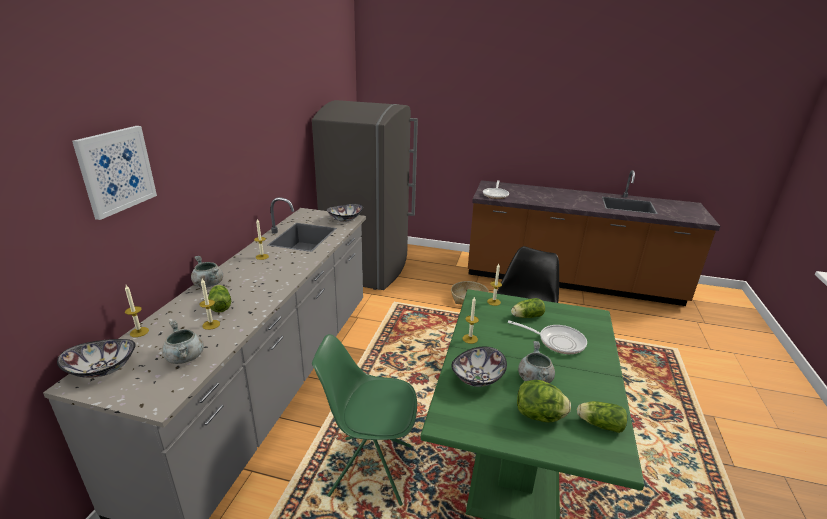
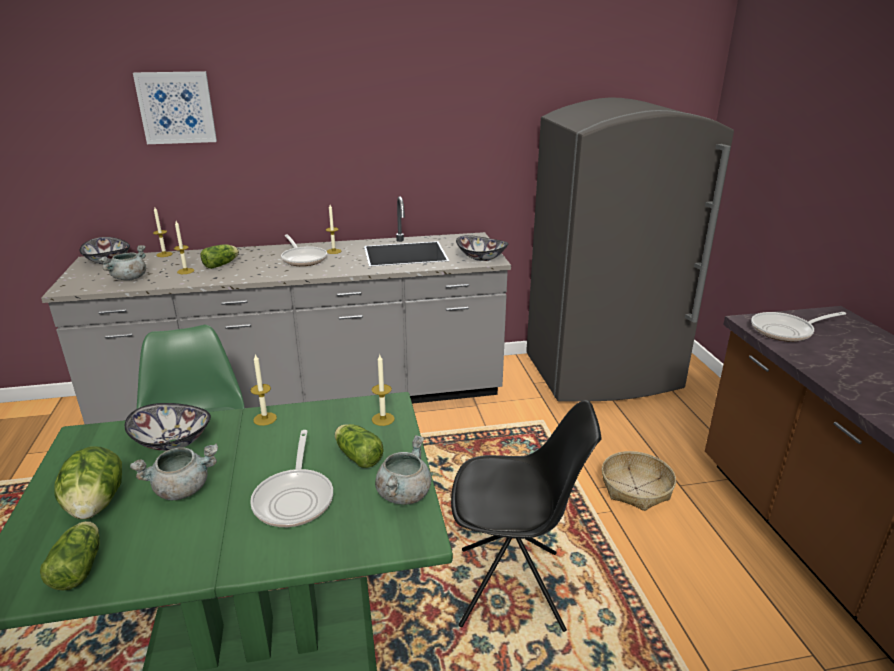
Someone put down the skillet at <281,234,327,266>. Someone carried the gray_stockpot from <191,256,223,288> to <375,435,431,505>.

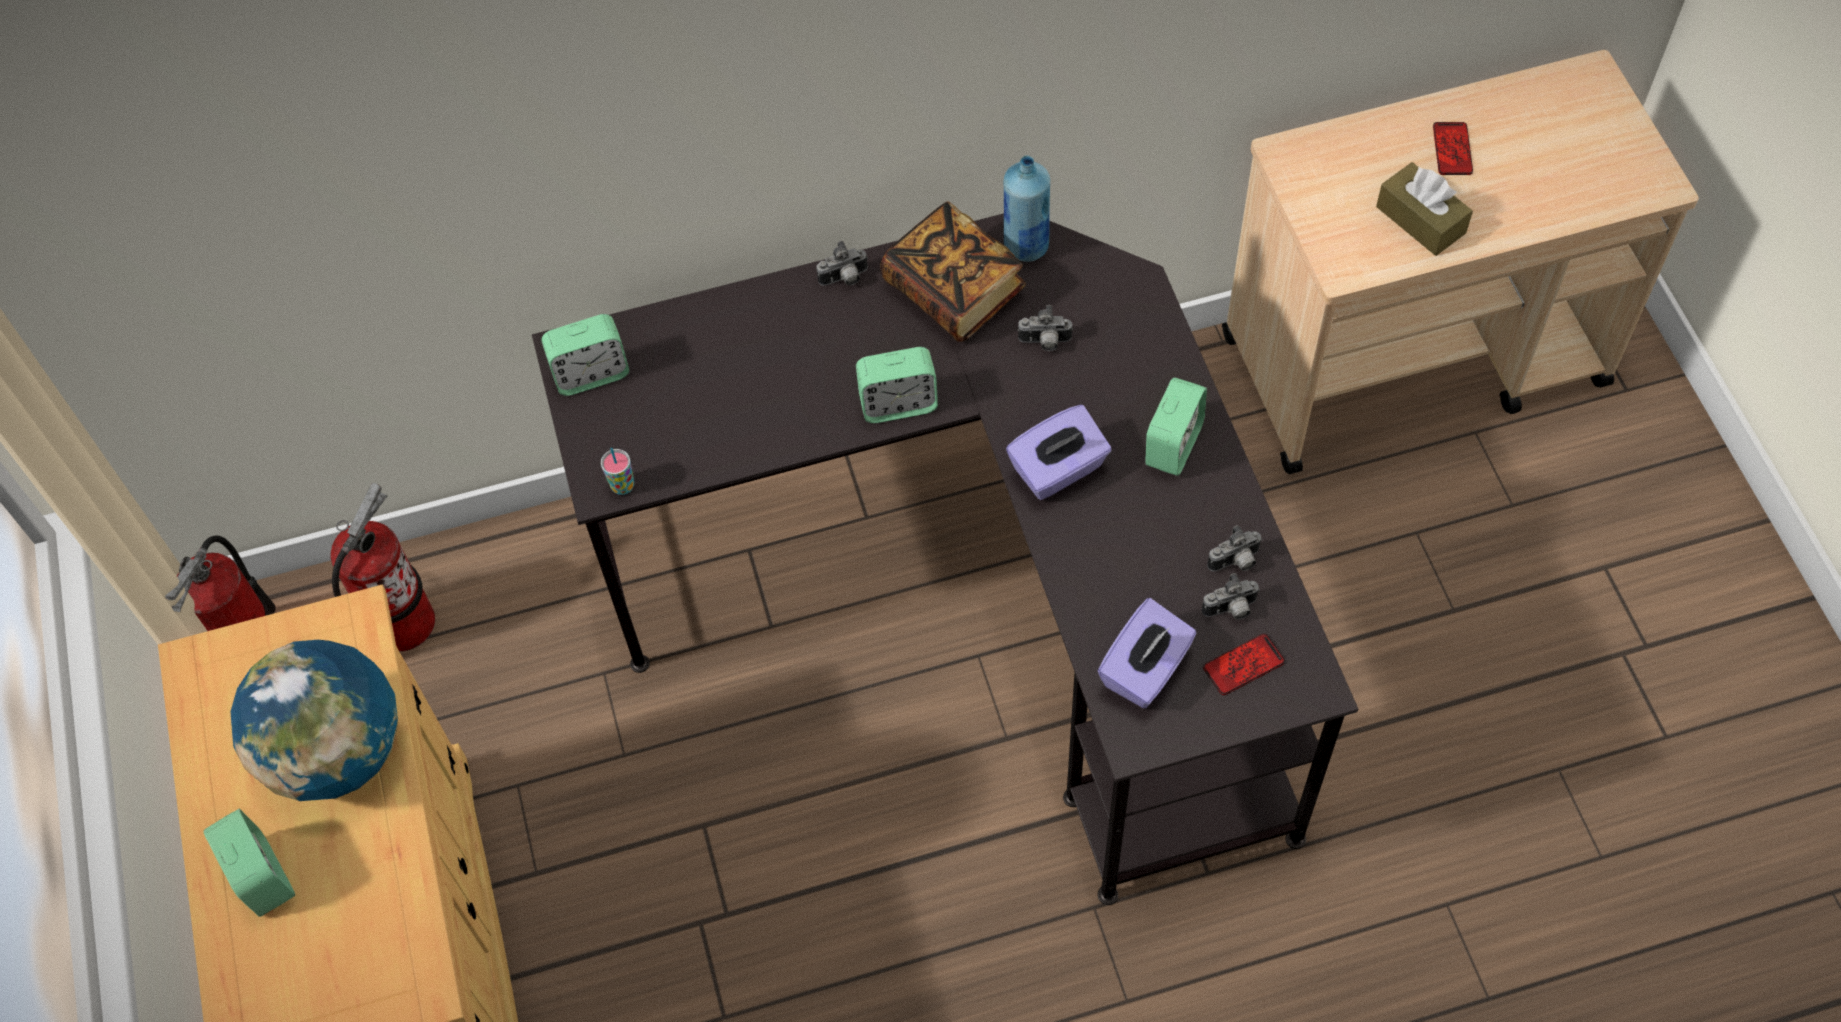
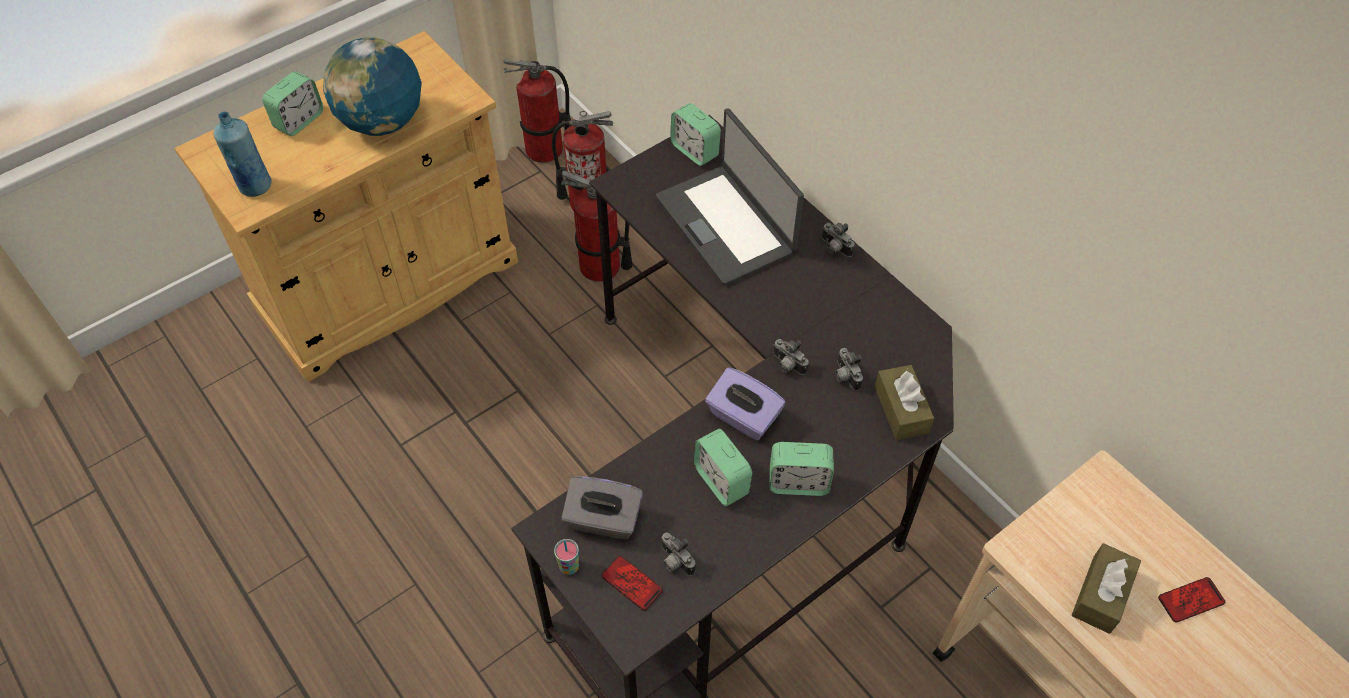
Someone took away the bound_book at <880,201,1026,342>. Someone put down the extinguisher at <561,170,632,282>. Someone put down the laptop at <656,108,804,286>. Someone put down the brownish_tissue_box at <875,365,934,440>. Someone carried the cup from <601,448,634,495> to <554,539,579,575>. Someone carried the table_clock from <856,347,938,423> to <694,429,752,506>. Someone carried the blue_beverage_bottle from <1003,155,1050,262> to <214,112,272,197>. Someone carried the photo_camera from <1207,525,1262,572> to <773,339,809,375>. Someone repainted the purplish_tissue_box at <1098,598,1197,708>, which became the gray_tissue_box at <561,476,643,539>.

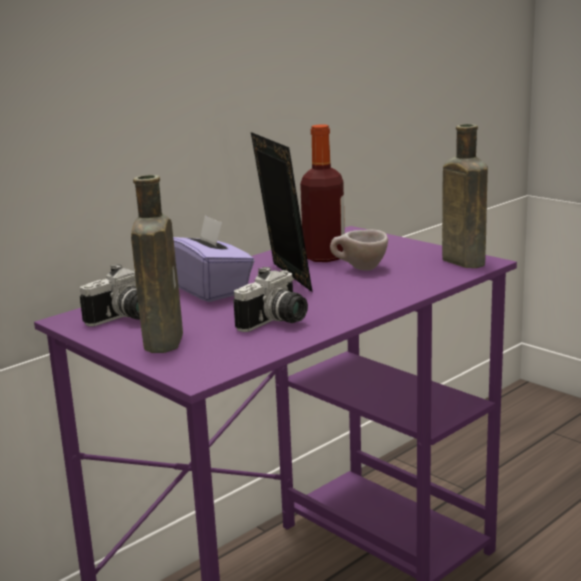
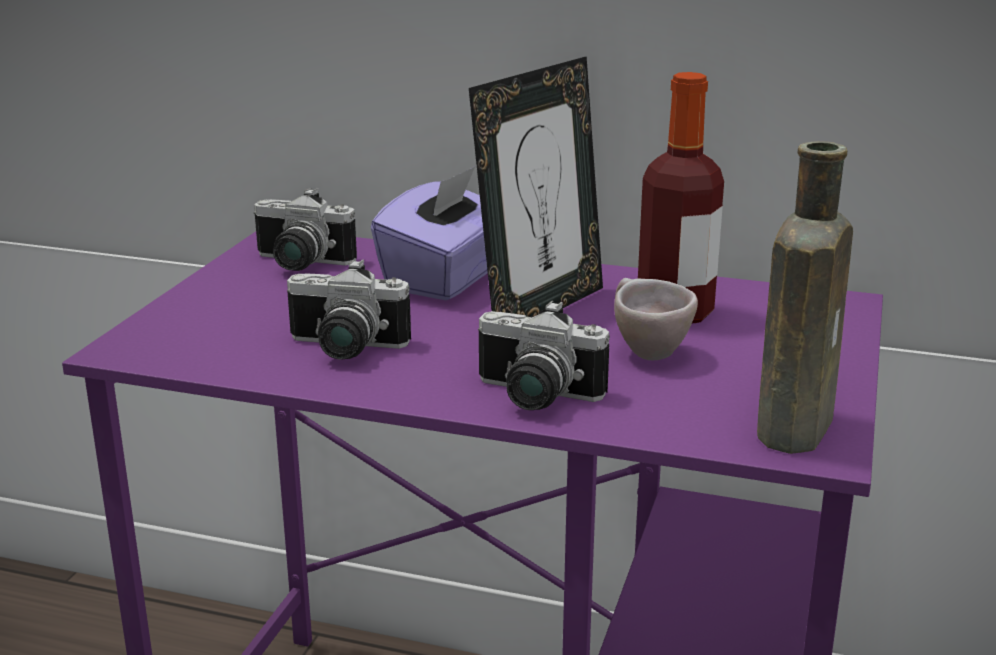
Someone took away the brownish_beverage_bottle at <131,175,183,353>. Someone put down the photo_camera at <478,301,610,410>.

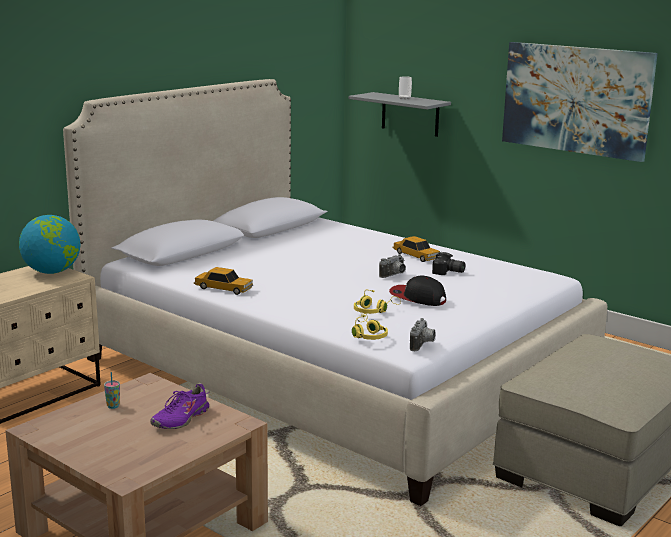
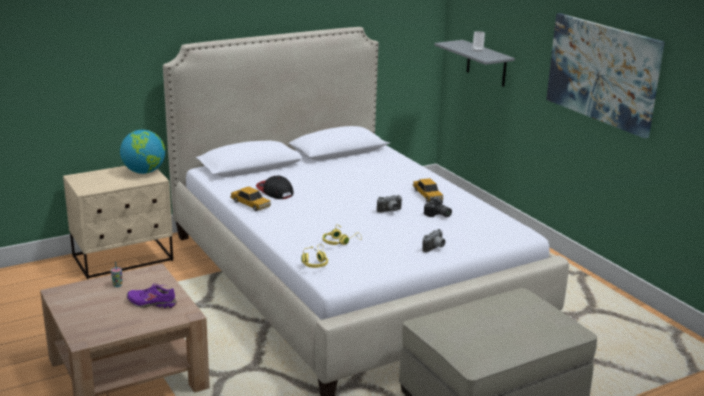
Someone carried the cap from <389,275,446,306> to <256,176,294,199>. Someone carried the photo_camera from <410,318,435,351> to <422,229,445,253>. Someone rotated the purplish_low_shoe at <150,383,209,429> by 45 degrees clockwise.

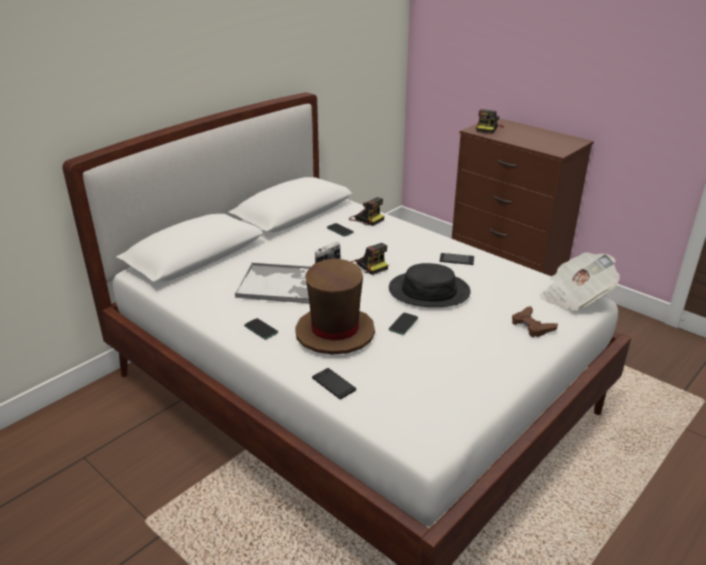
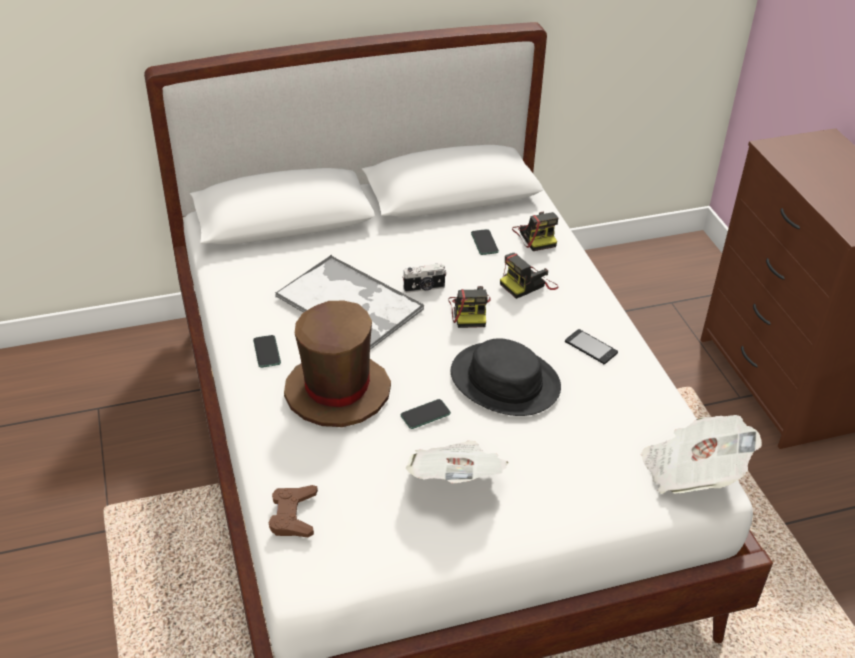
Someone took away the phone at <312,368,356,399>. Someone put down the daily_paper at <406,441,509,484>. Someone carried the photo_camera from <476,109,504,134> to <500,253,559,299>. Someone carried the brownish_joypad from <512,306,558,337> to <269,485,318,537>.

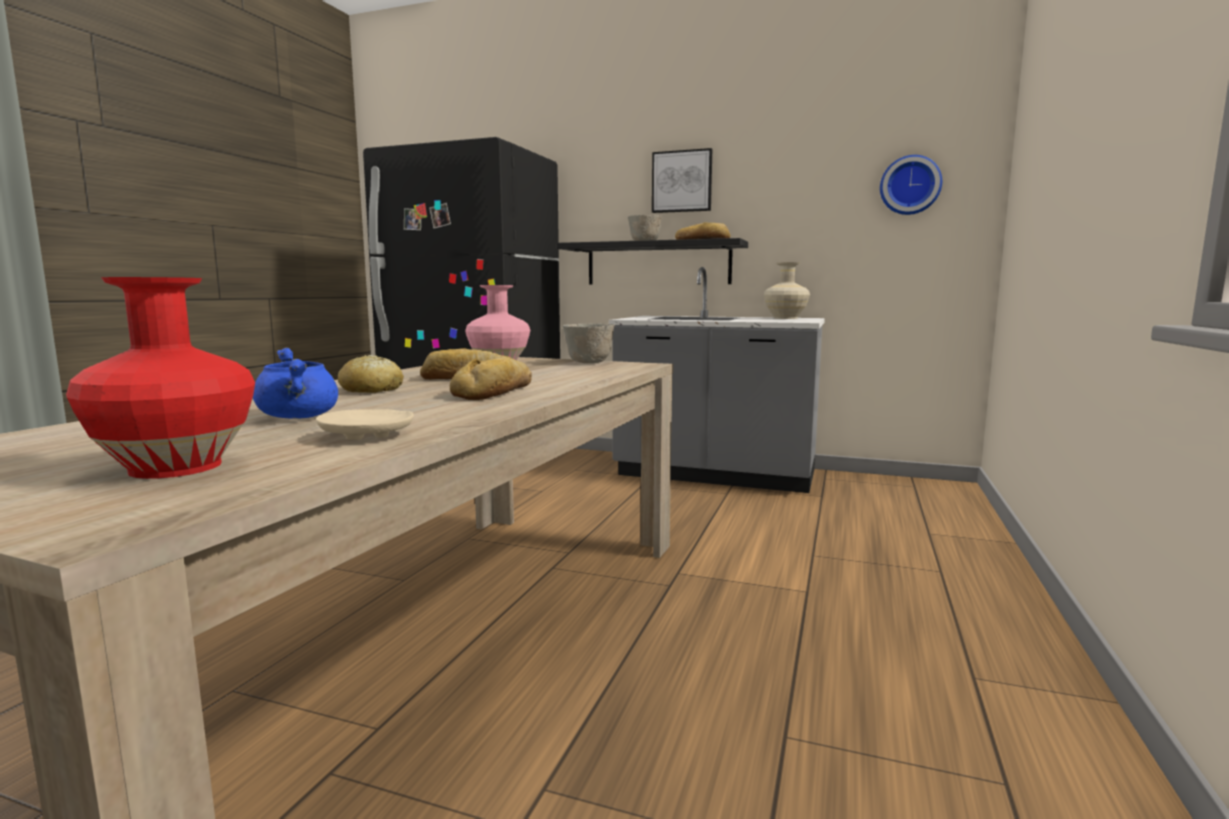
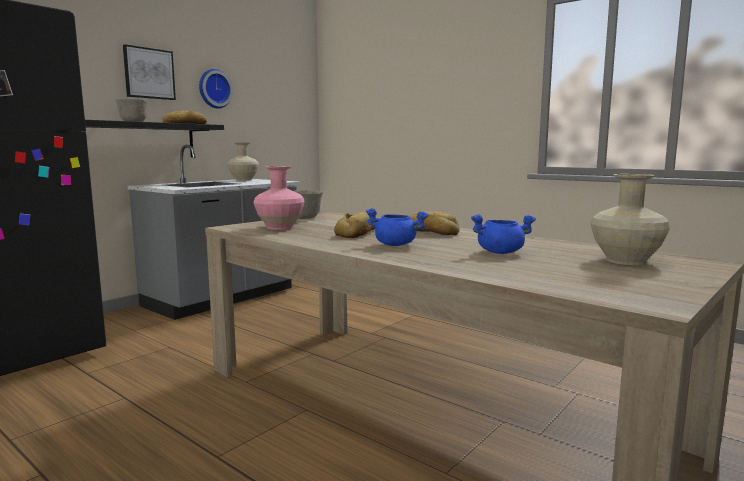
Someone took away the beige_flat_dish at <316,409,414,440>. Someone carried the wall_clock from <880,155,942,215> to <199,69,233,109>. Someone swapped the baked_bread at <338,355,404,393> for the blue_stockpot at <366,208,428,246>. Someone repainted the reddish_decorative_vase at <66,277,255,479>, which became the beige_decorative_vase at <590,174,670,265>.

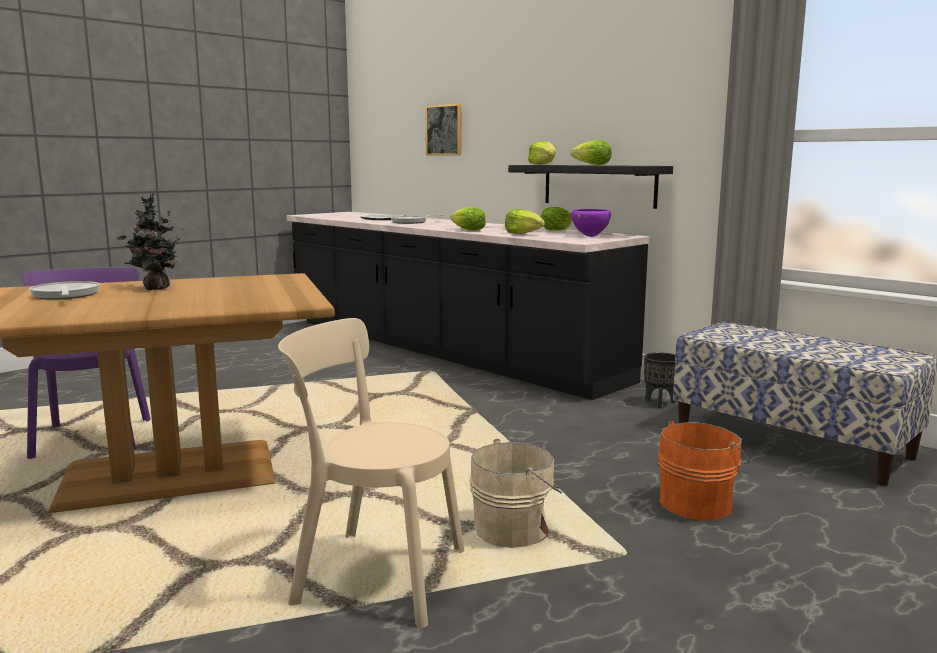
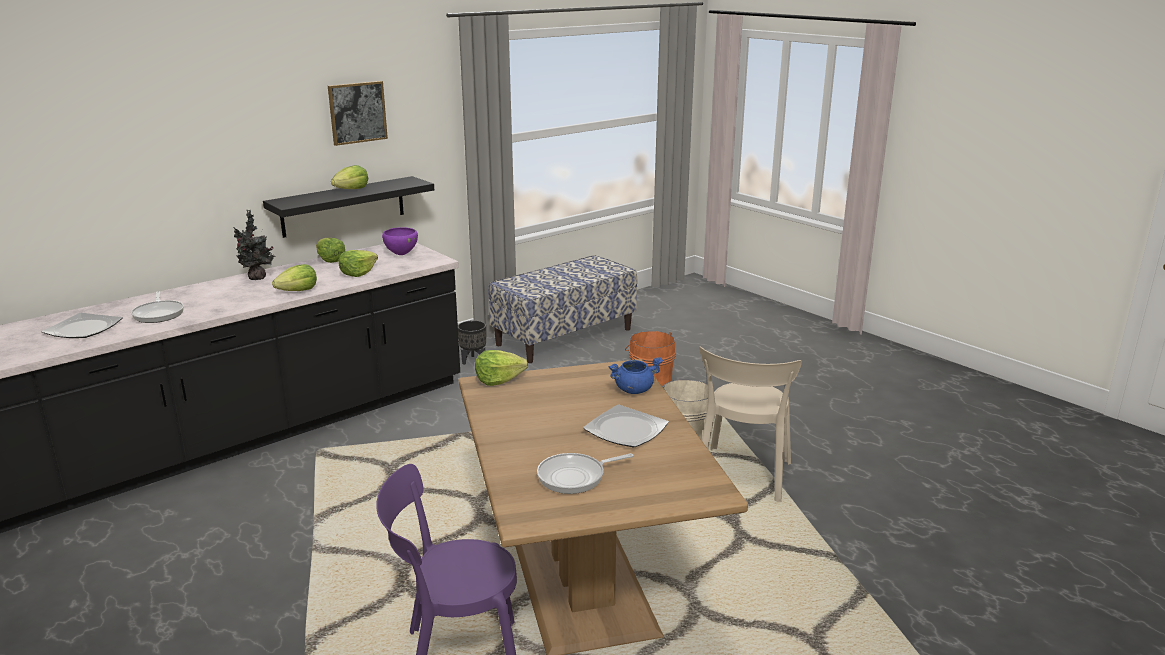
Someone put down the flat_dish at <583,405,669,447>. Someone put down the blue_stockpot at <609,358,663,394>. Someone carried the plant_in_a_pot from <117,192,180,290> to <234,210,274,280>. Someone carried the wall_picture from <425,104,461,155> to <328,81,388,146>. Someone carried the lettuce_head from <528,141,556,165> to <475,350,528,386>.

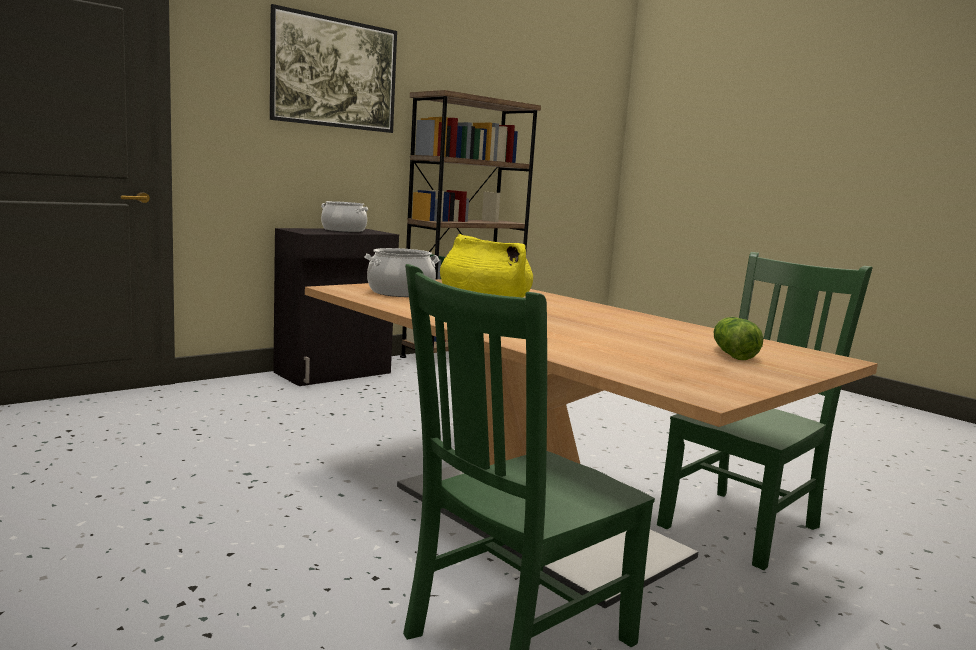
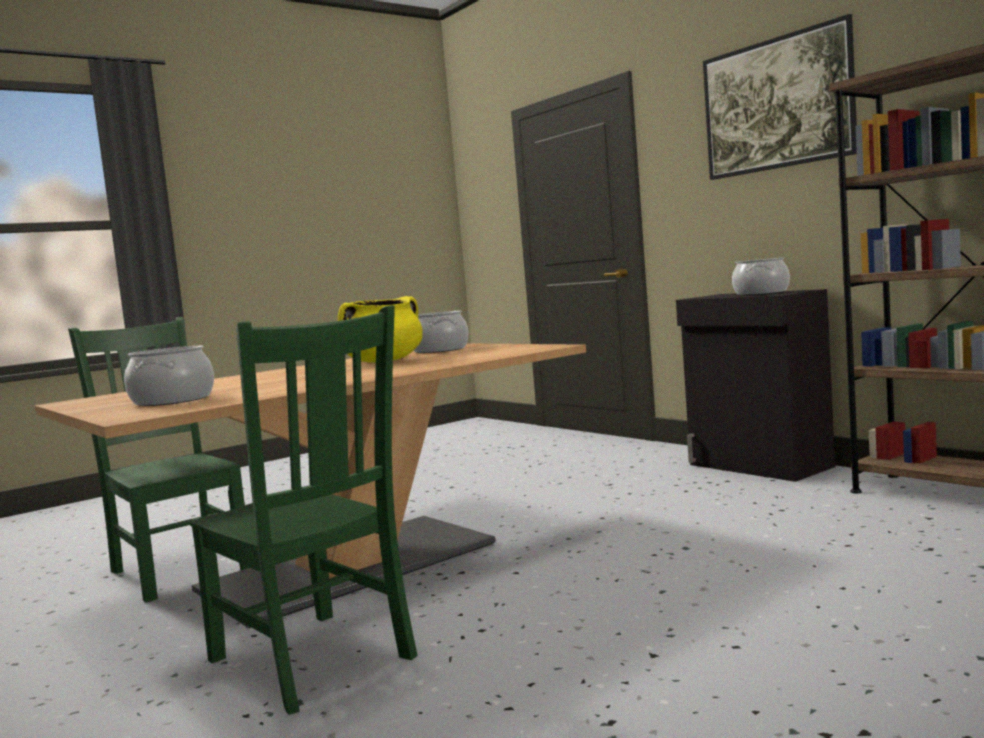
Someone swapped the lettuce_head at <713,317,764,360> for the stockpot at <124,346,214,406>.

